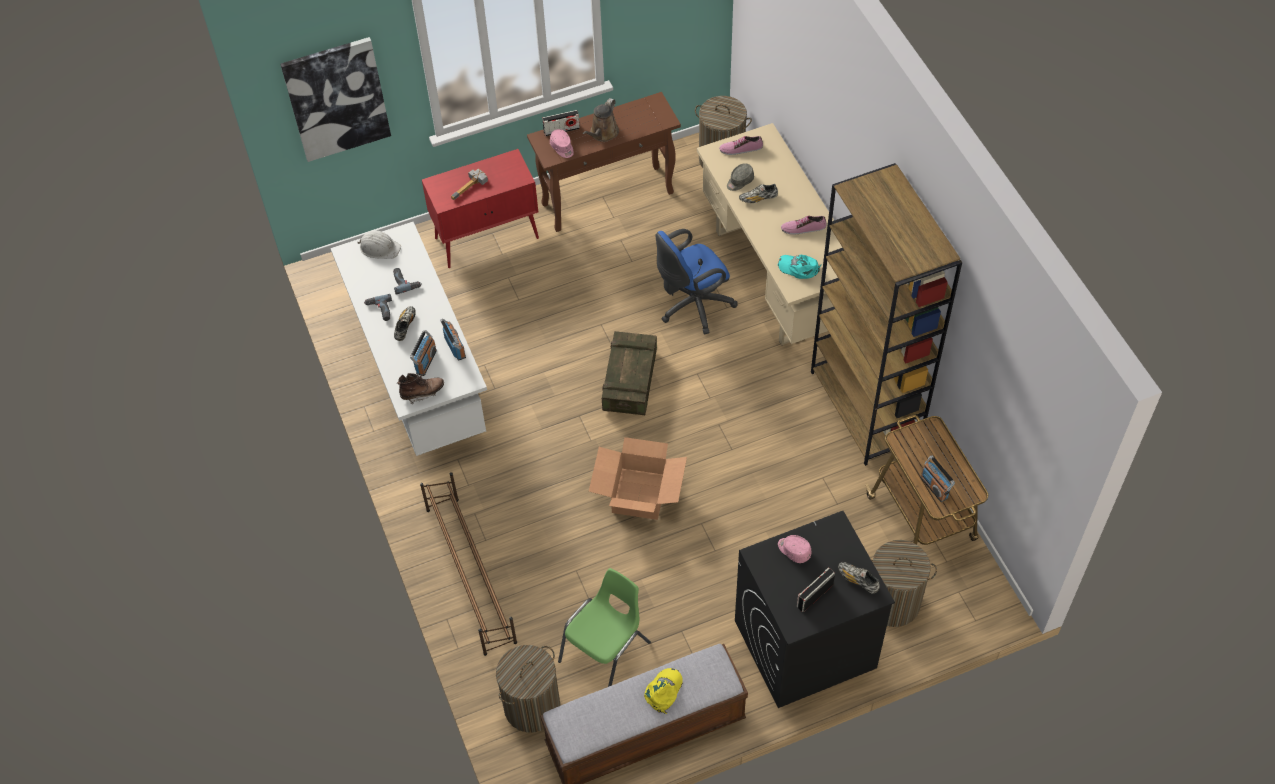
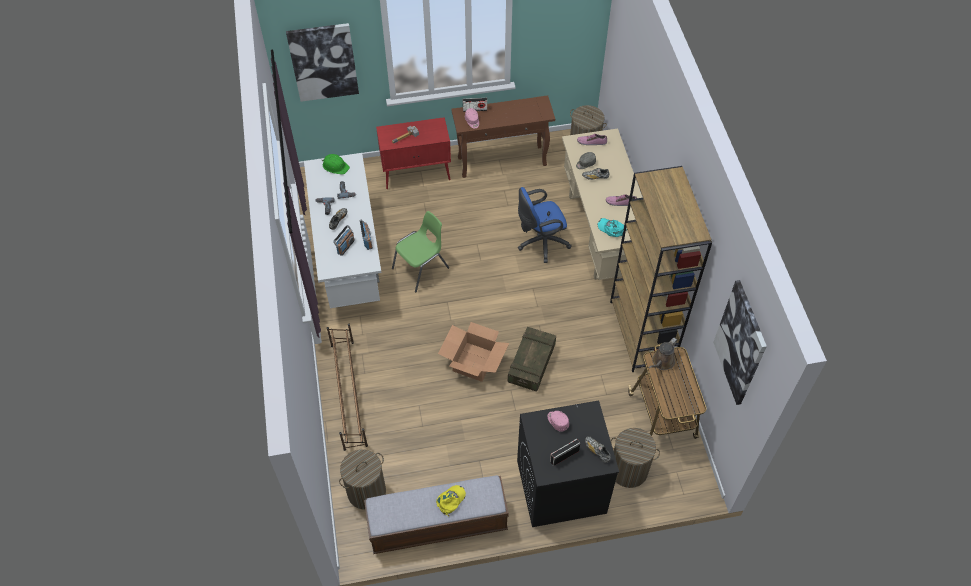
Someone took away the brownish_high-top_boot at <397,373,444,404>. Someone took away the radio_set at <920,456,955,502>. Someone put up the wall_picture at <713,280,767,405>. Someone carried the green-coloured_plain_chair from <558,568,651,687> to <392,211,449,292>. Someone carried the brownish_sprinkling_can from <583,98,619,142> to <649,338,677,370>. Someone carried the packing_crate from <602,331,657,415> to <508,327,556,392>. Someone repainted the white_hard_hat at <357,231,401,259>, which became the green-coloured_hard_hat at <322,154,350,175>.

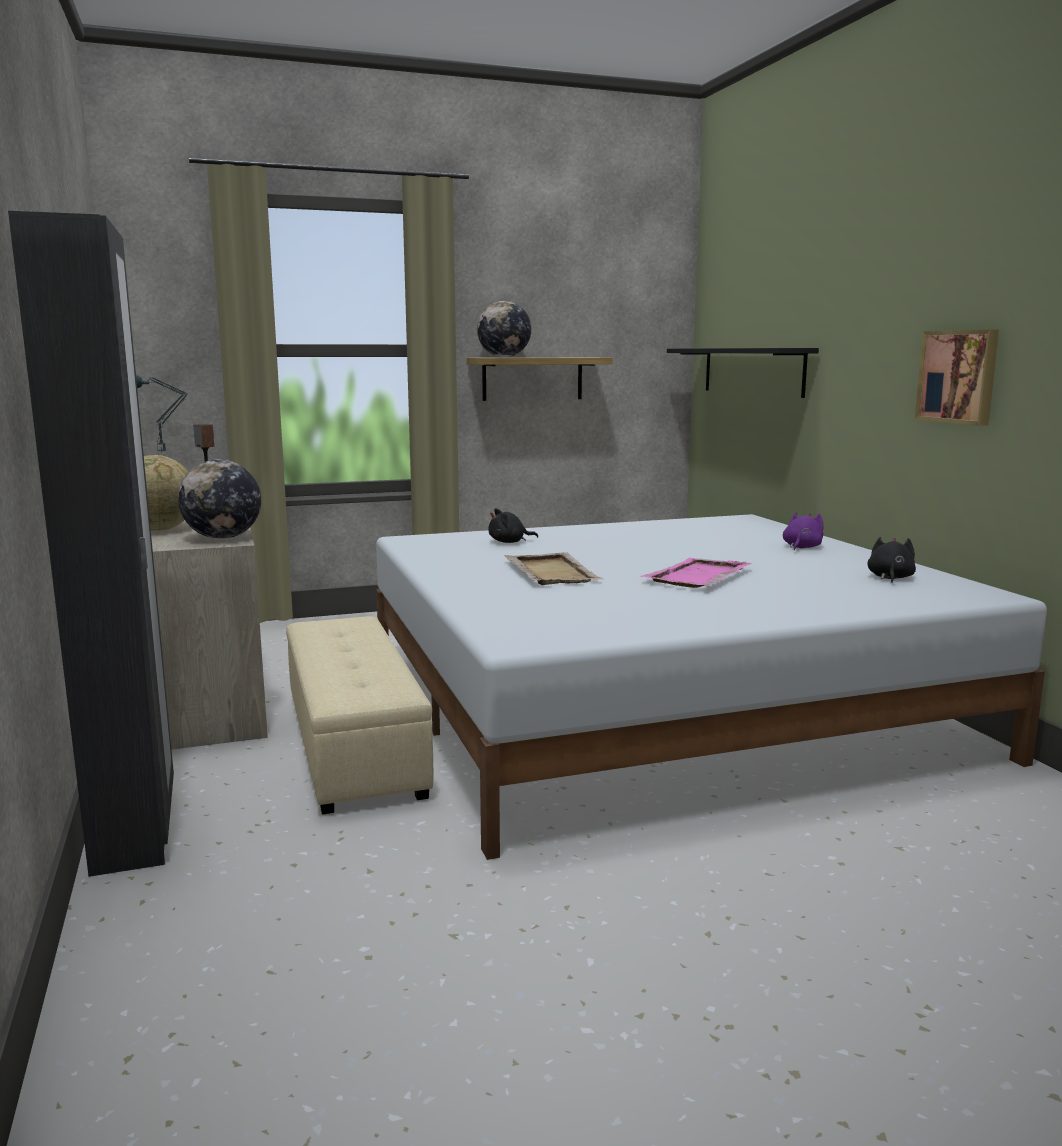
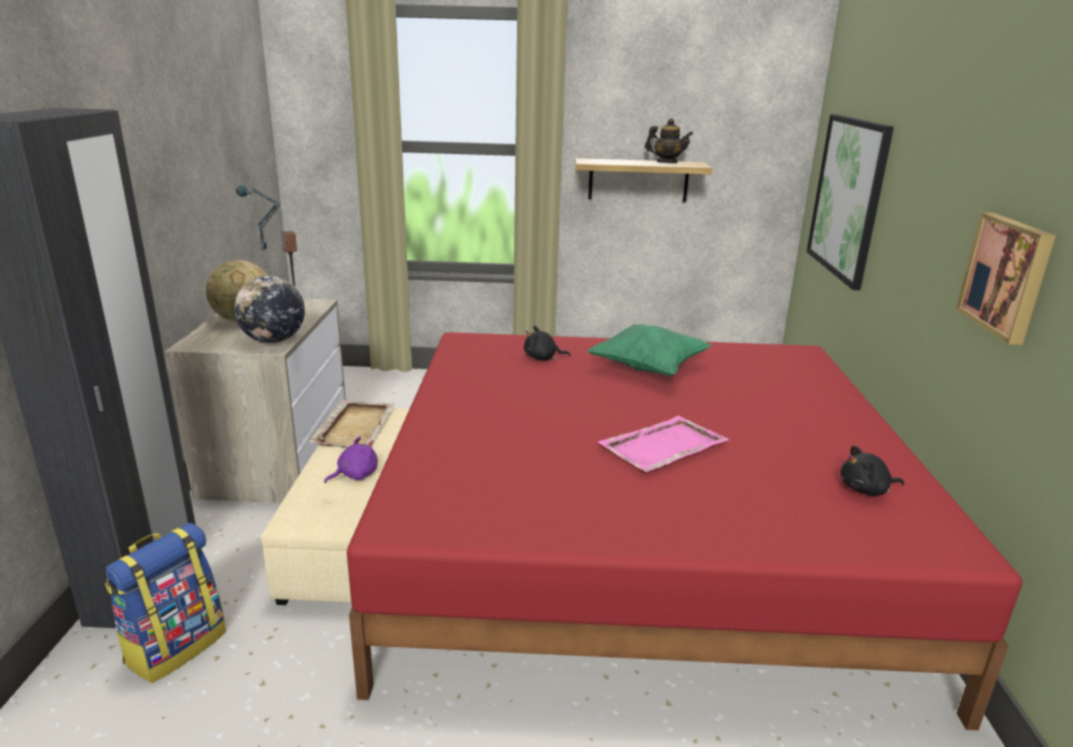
Someone took away the globe at <477,301,531,357>. Someone put down the knapsack at <105,523,226,683>. Someone put down the green-coloured_cushion at <587,324,712,376>. Someone put down the pot_for_tea at <645,118,693,163>. Someone carried the beige_carrying_tray from <504,552,603,585> to <309,400,395,448>. Someone carried the purplish_soft_toy from <783,512,824,550> to <324,436,378,483>. Someone swapped the black-coloured_bracket_shelf at <667,348,819,398> for the wall_picture at <807,114,894,290>. Someone repainted the white_bed at <376,514,1047,860>, which became the reddish_bed at <347,332,1022,730>. Someone rotated the black-coloured_soft_toy at <867,537,916,583> by 135 degrees counterclockwise.

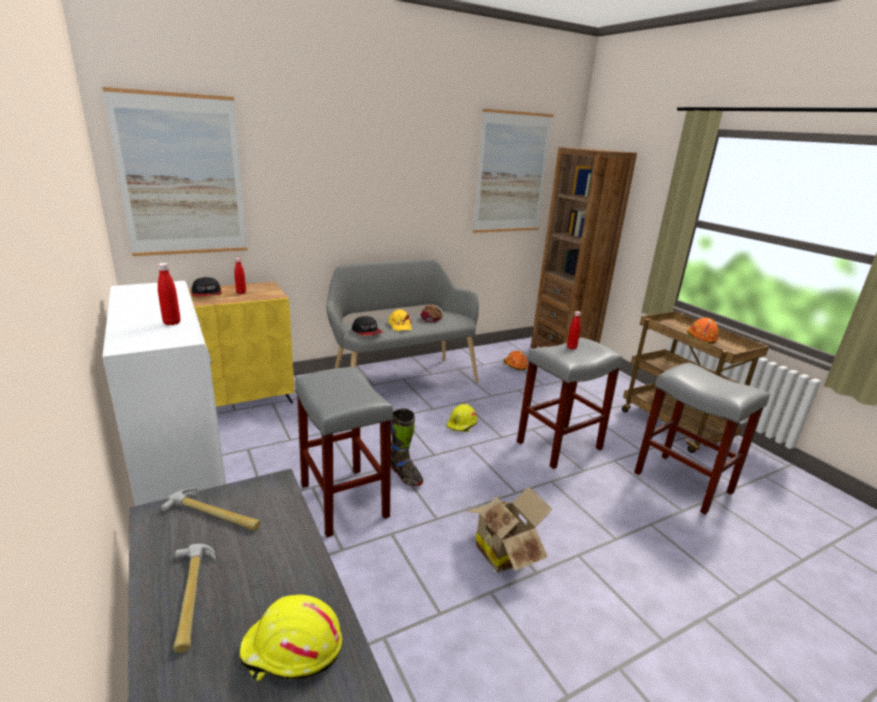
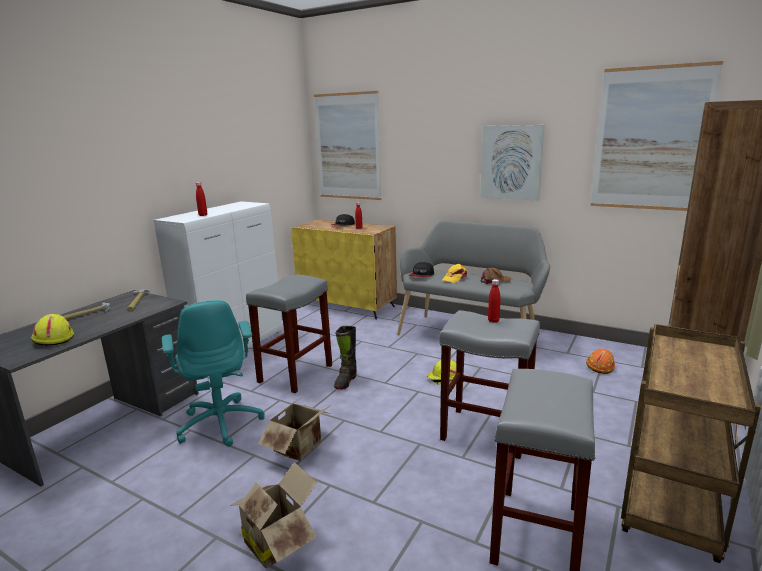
Someone took away the orangey_hard_hat at <687,318,719,344>. Someone put down the turquoise_office_chair at <162,300,265,447>. Someone put down the carton at <230,462,317,569>. Someone put up the wall_picture at <480,125,544,200>.

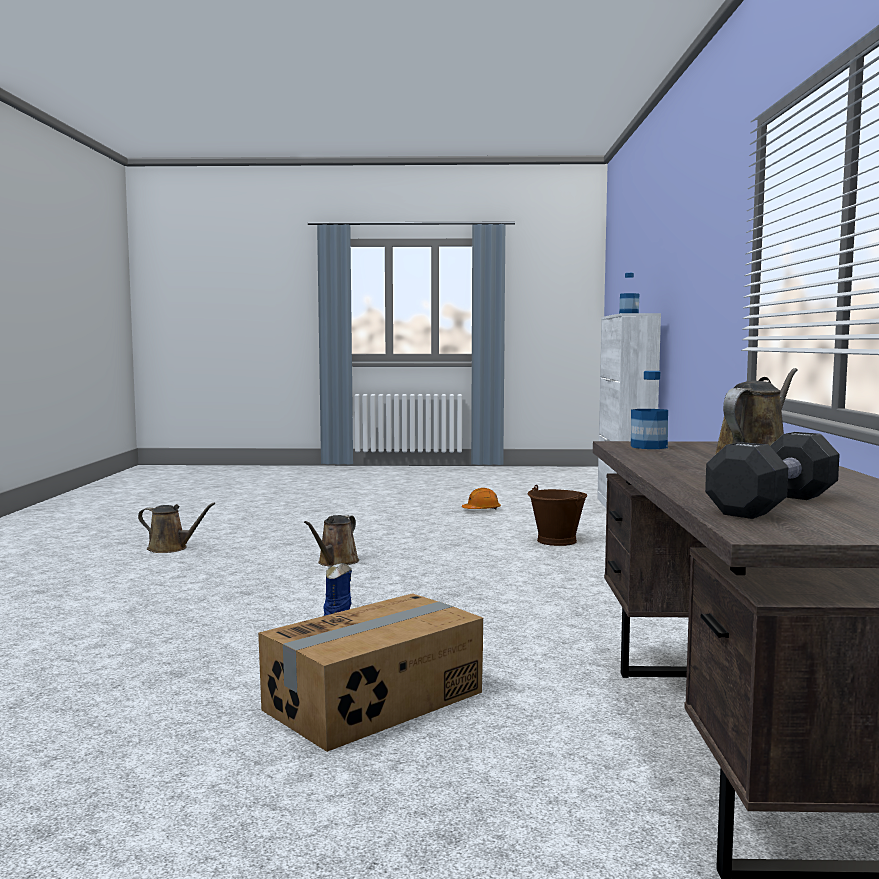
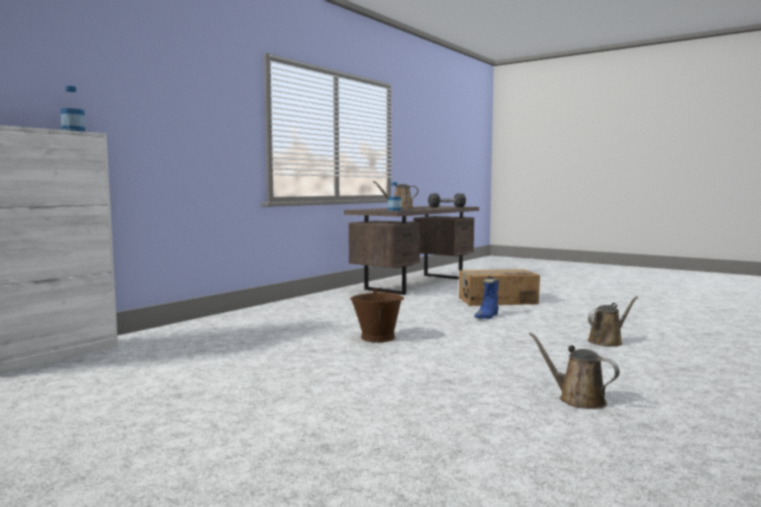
Someone took away the orangey_hard_hat at <462,488,501,509>. Someone carried the brownish_sprinkling_can from <304,515,359,567> to <588,296,638,346>. Someone carried the brownish_pail from <528,485,587,546> to <350,288,404,342>.

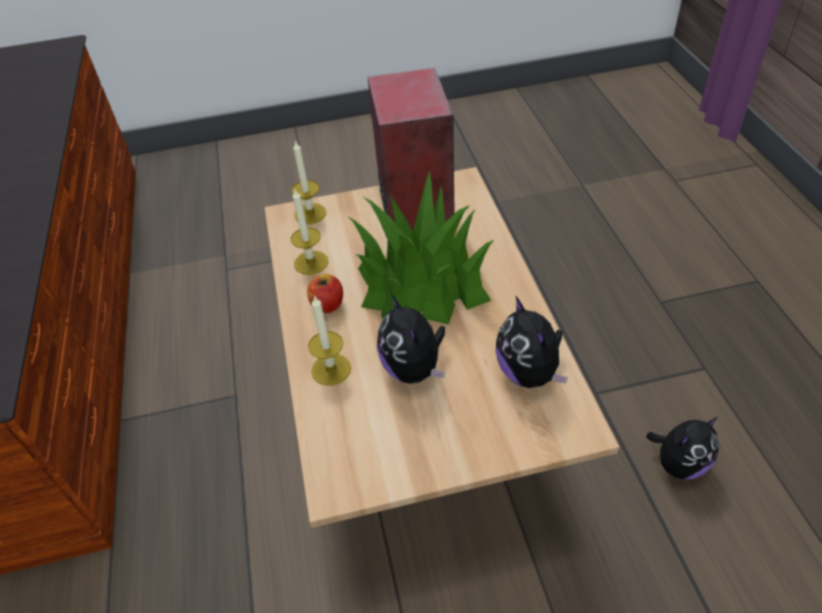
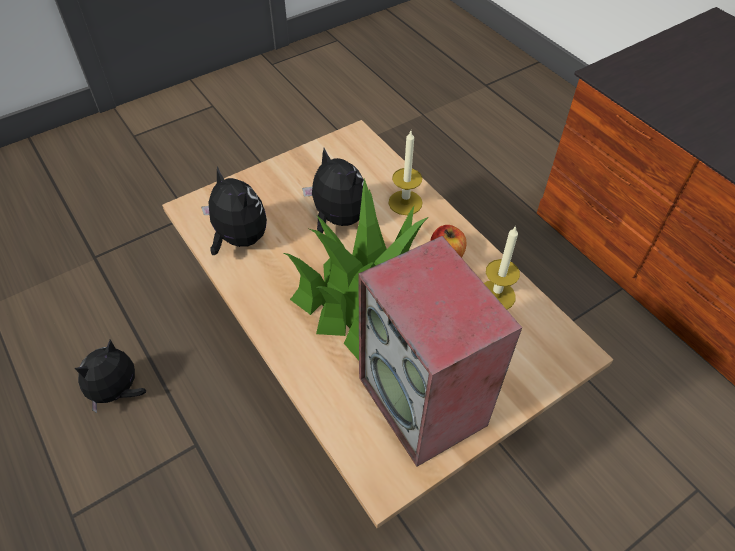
Someone took away the candle at <291,140,326,224>.

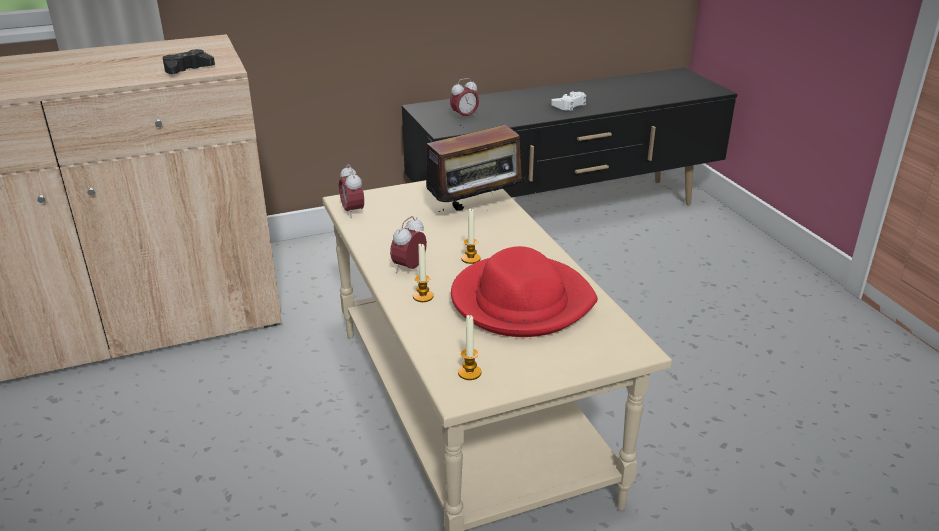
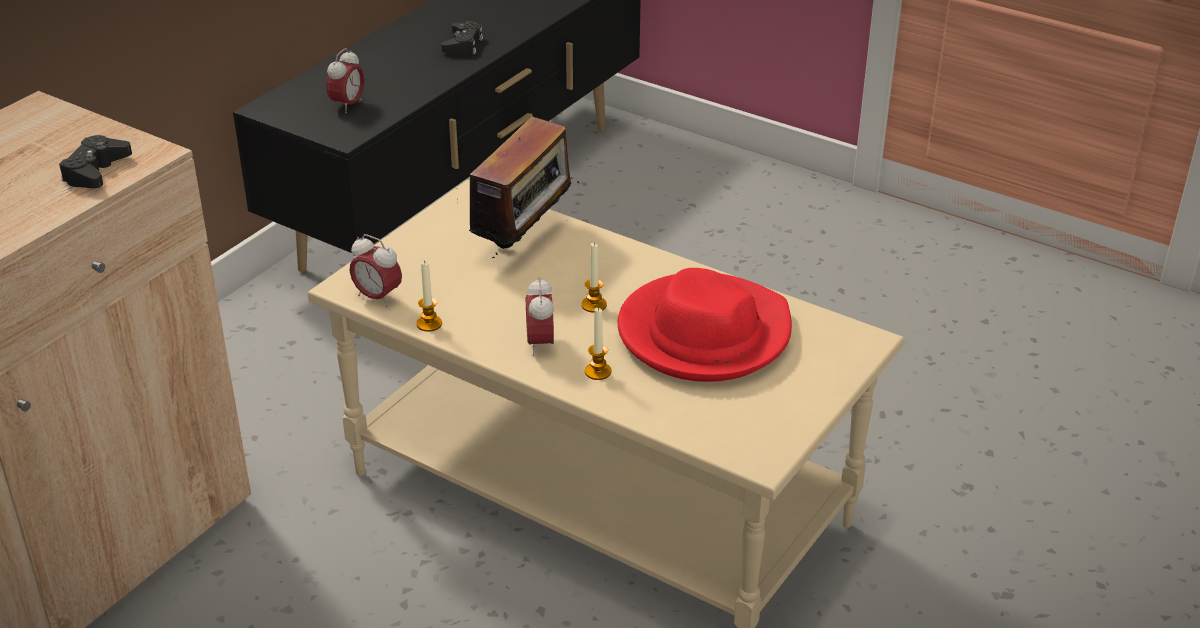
Someone carried the candle from <458,315,481,380> to <416,260,442,332>. Someone repainted the white_joypad at <551,91,586,111>, which became the black-coloured_joypad at <441,21,483,55>.

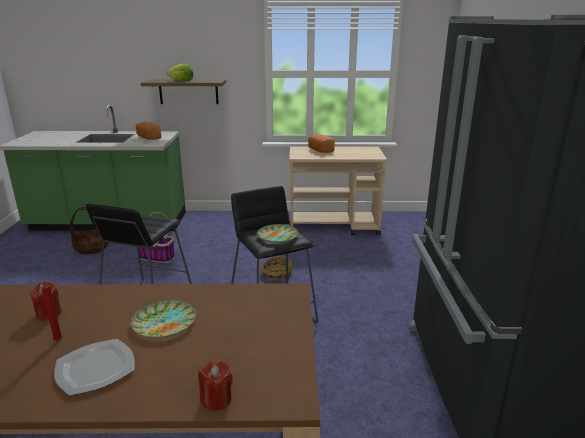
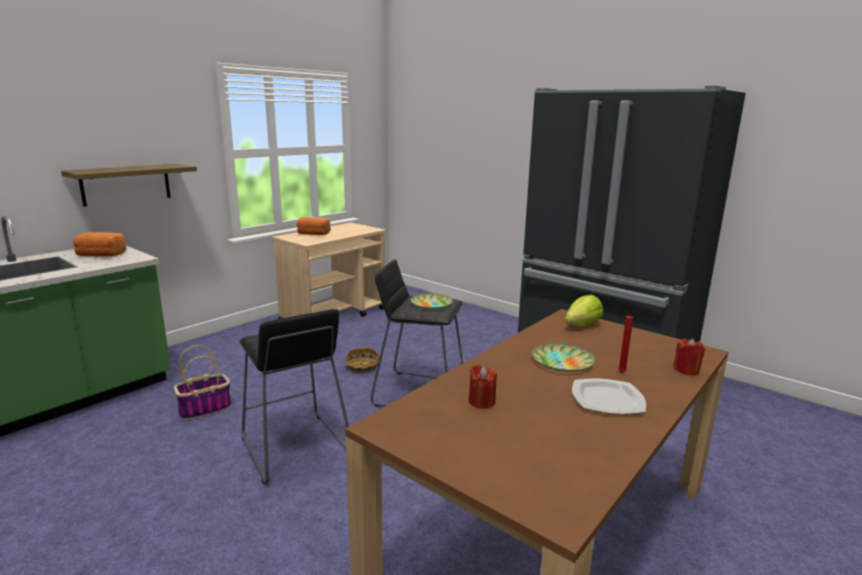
Someone took away the household_basket at <70,207,109,254>. Someone carried the reddish_candle from <38,279,63,341> to <618,312,633,372>. Someone carried the lettuce_head from <167,64,193,81> to <565,295,603,326>.

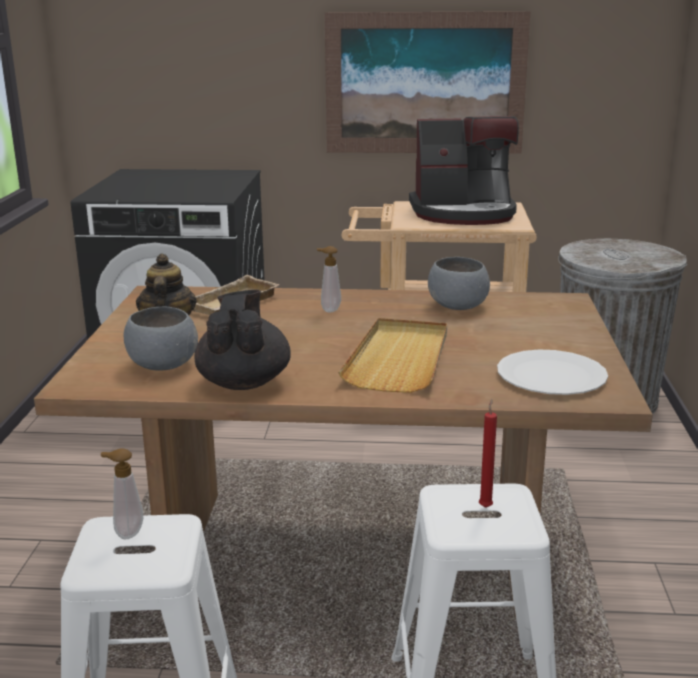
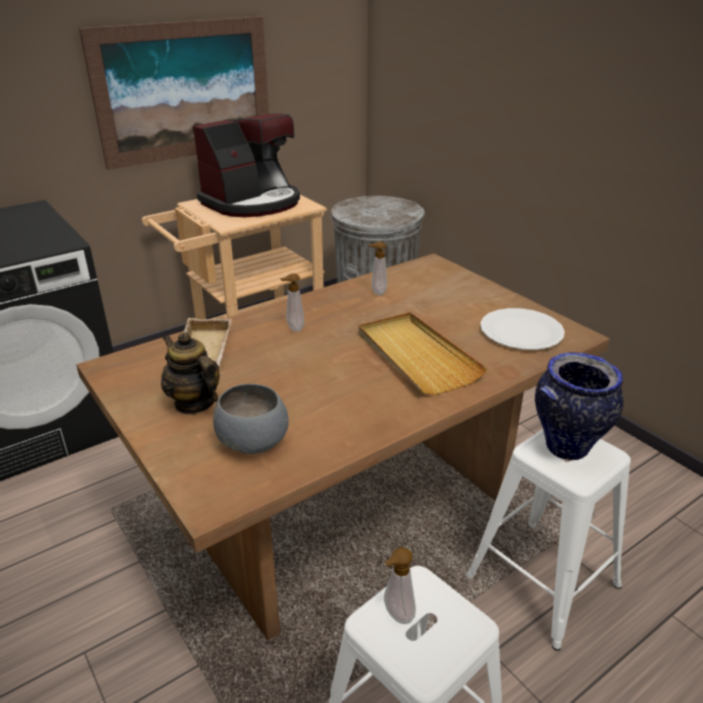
Someone took away the black-coloured_pot_for_tea at <195,290,291,390>. Someone swapped the gray_bowl at <428,257,490,310> for the liquid_soap_bottle at <368,241,387,296>. Someone swapped the reddish_candle at <479,399,497,508> for the decorative_vase at <535,352,623,460>.

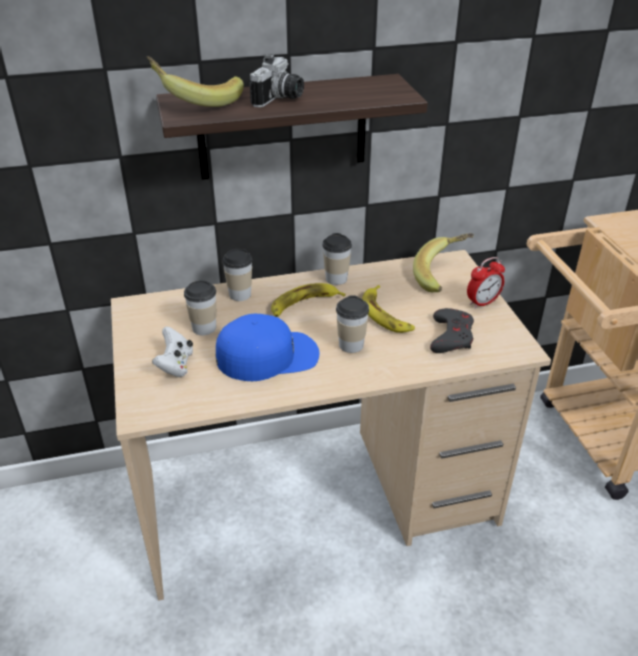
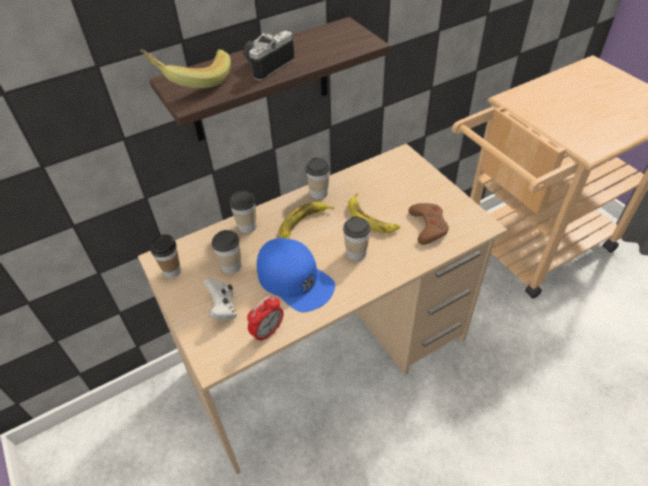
Someone took away the banana at <413,233,474,292>. Someone put down the cup at <150,234,181,278>. Someone carried the table_clock from <467,257,505,309> to <247,296,284,343>. Someone repainted the gray_joypad at <430,308,474,353>, which became the brownish_joypad at <408,203,449,245>. Someone rotated the blue_cap at <216,314,319,381> by 75 degrees clockwise. Someone rotated the photo_camera at <249,54,304,108> by 150 degrees counterclockwise.

